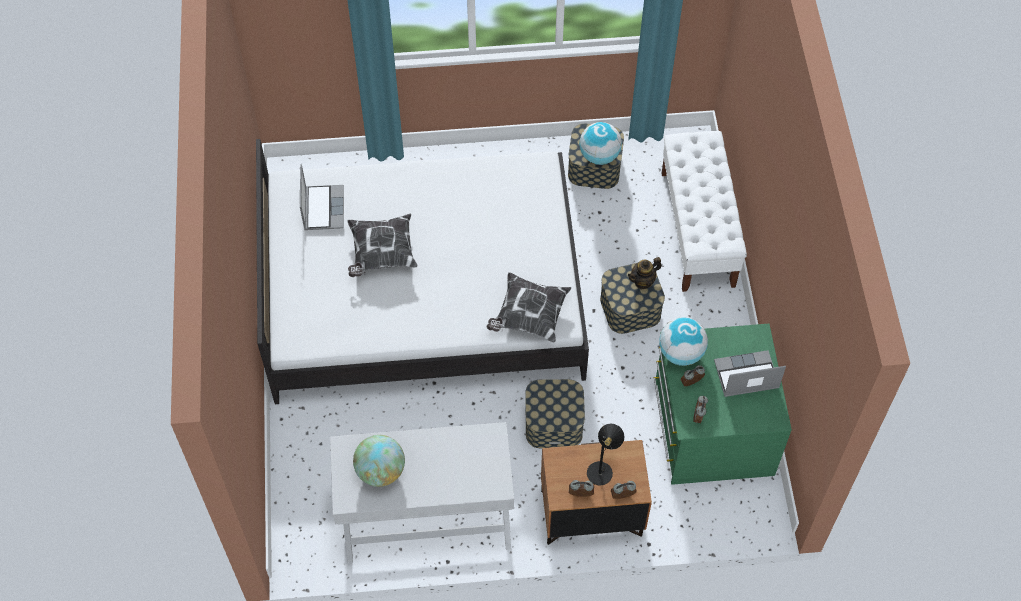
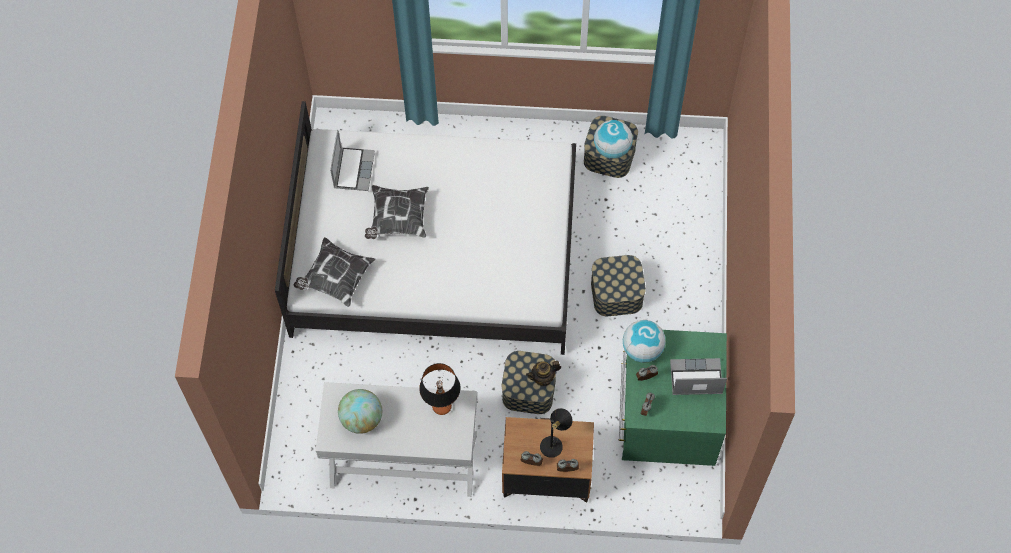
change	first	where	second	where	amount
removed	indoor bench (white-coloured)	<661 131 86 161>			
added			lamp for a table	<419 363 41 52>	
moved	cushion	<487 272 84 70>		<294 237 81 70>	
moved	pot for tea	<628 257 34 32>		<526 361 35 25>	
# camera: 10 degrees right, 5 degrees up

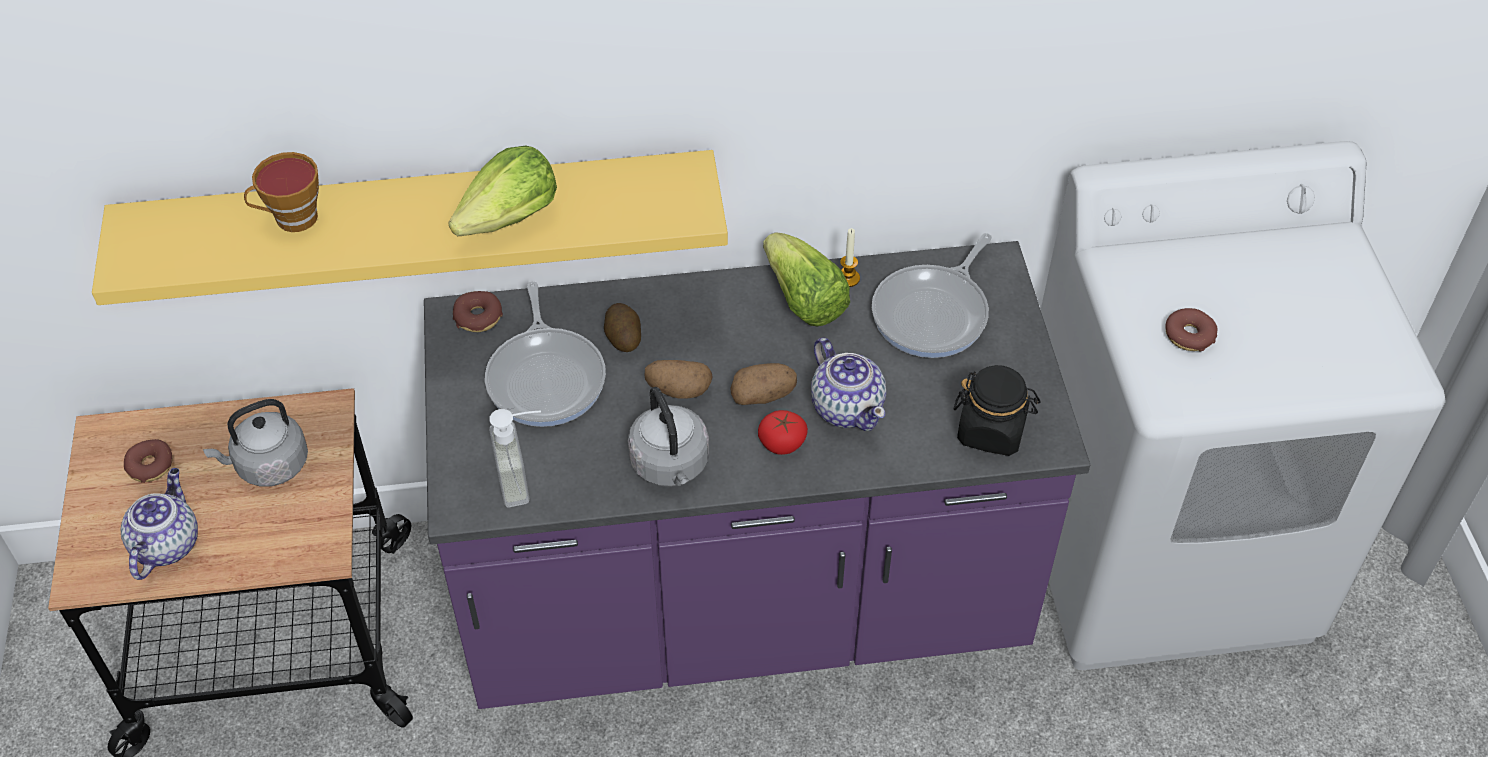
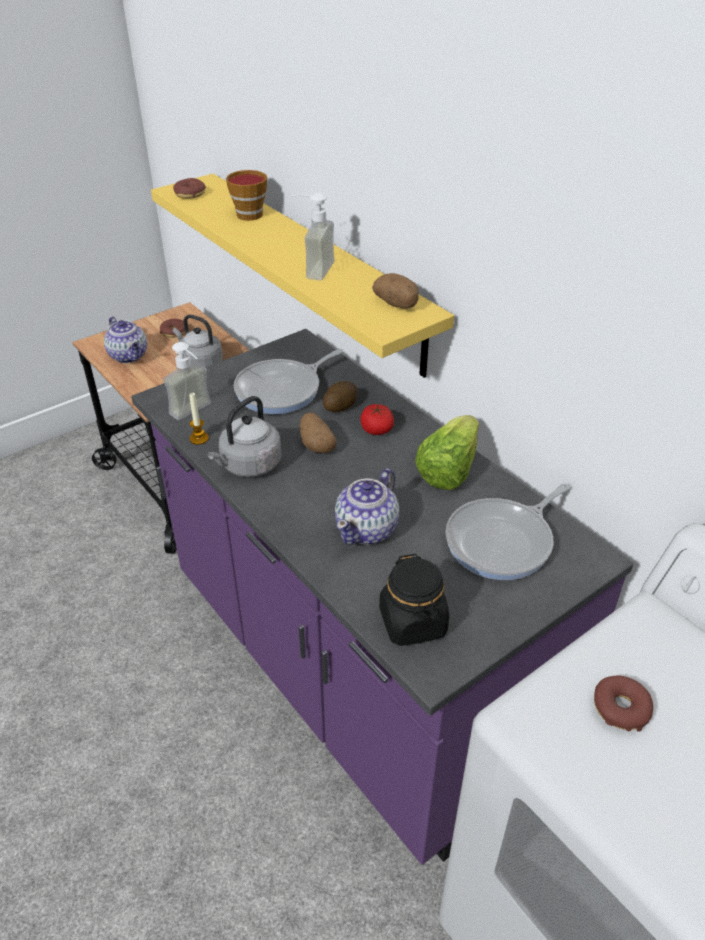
change	first	where	second	where	amount
moved	ring doughnut	<453 291 50 41>		<173 178 33 21>	
moved	spud	<730 363 67 42>		<372 273 47 36>	
moved	fresh tomato	<758 410 50 45>		<360 404 34 31>	
moved	candle	<840 228 20 59>		<189 393 20 52>	
replaced	head of lettuce	<448 146 109 90>	soap dispenser	<291 193 44 87>	
turned	pot for tea	<120 468 78 112>		<104 316 43 47>	75 degrees clockwise
turned	frying pan	<872 233 120 125>		<446 483 124 97>	45 degrees counterclockwise
# camera: 60 degrees right, 10 degrees down

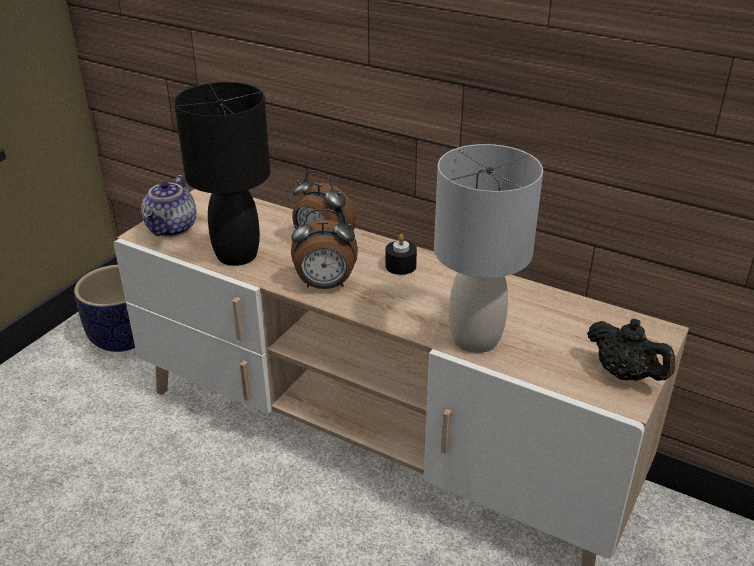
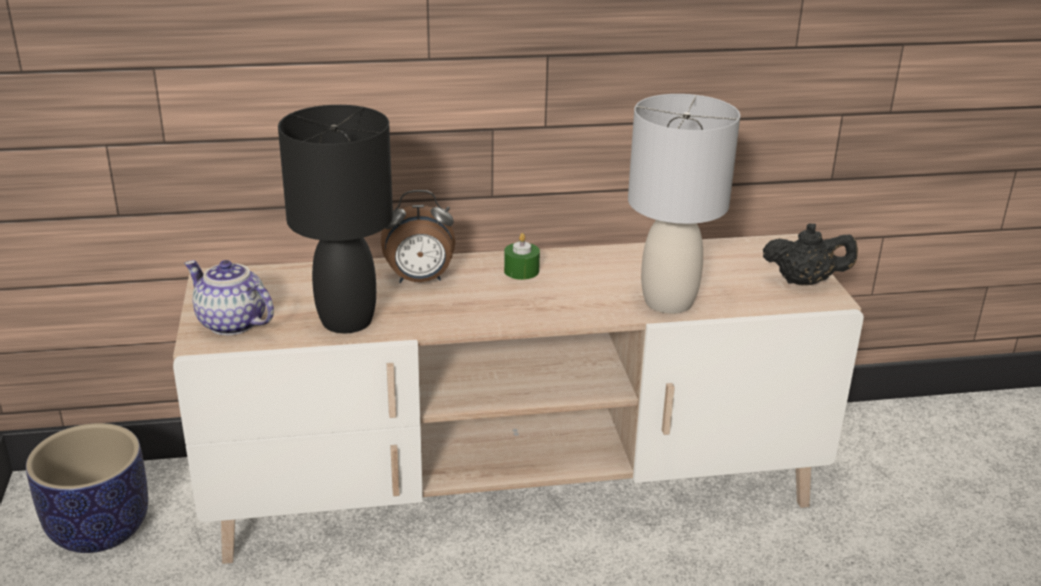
change	first	where	second	where	amount
removed	table clock	<291 209 67 80>			
recoloured	candle (blackish)	<385 234 32 41>	candle (greenish)	<504 233 36 47>	
turned	pot for tea	<141 175 55 62>		<184 260 90 75>	150 degrees clockwise
# camera: 40 degrees left, 5 degrees down

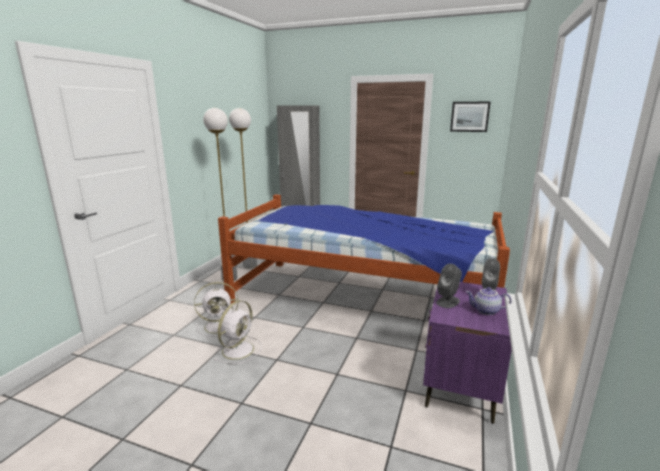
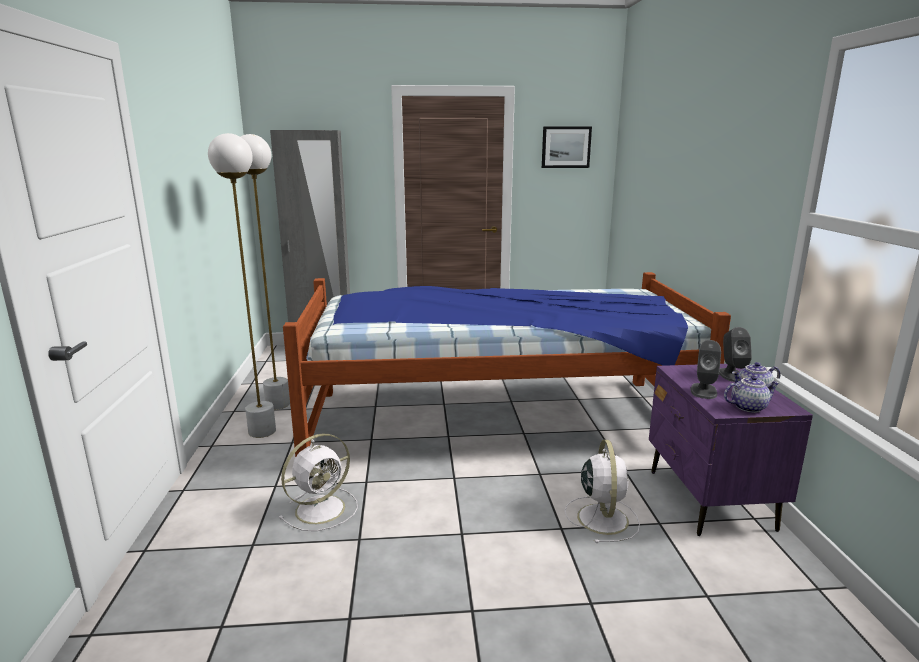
change	first	where	second	where	amount
added			pot for tea	<724 376 55 37>	
moved	electric fan (white-coloured)	<214 300 48 64>		<565 440 75 103>	
# camera: 25 degrees left, 0 degrees up

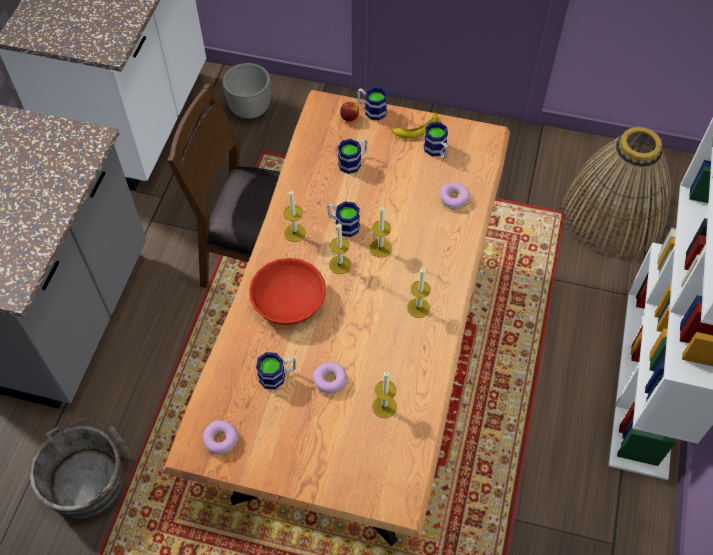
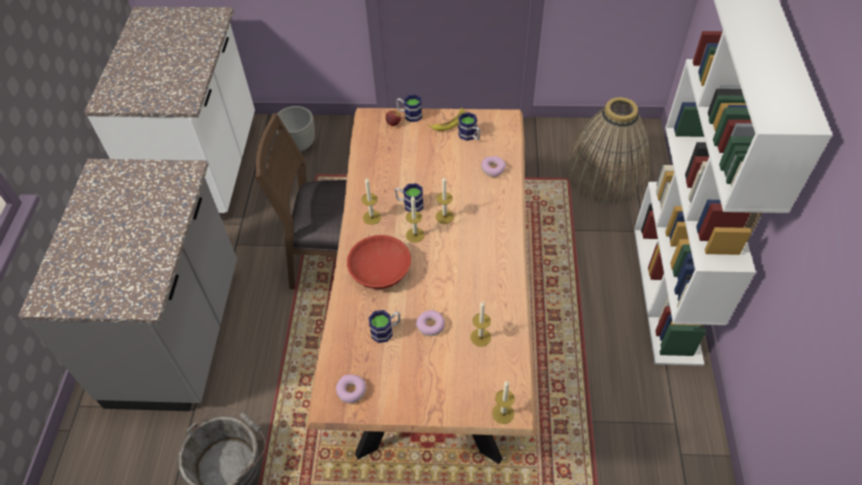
change	first	where	second	where	amount
removed	coffee mug	<338 139 30 35>			
moved	candle	<407 267 24 51>		<492 381 23 43>	
# camera: 10 degrees left, 5 degrees down

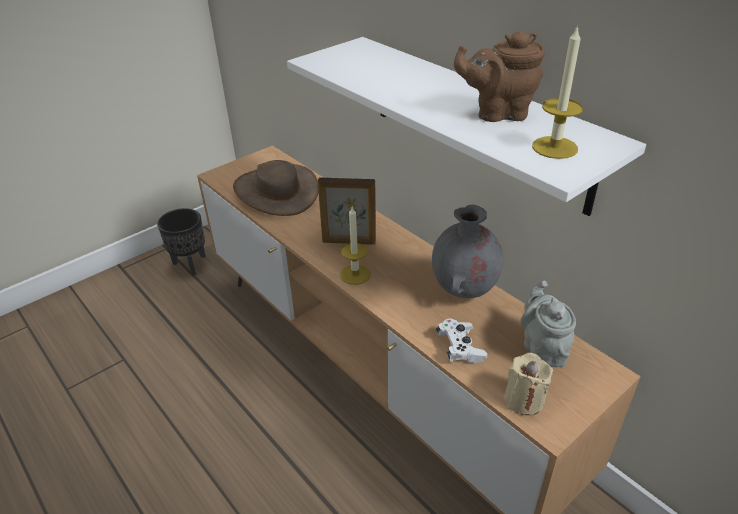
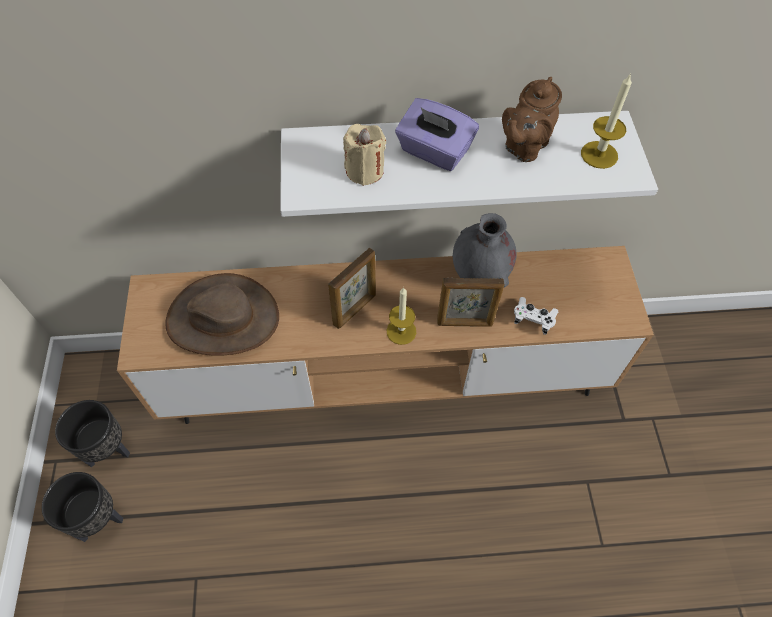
change	first	where	second	where	amount
removed	pot for tea (grey)	<520 281 56 86>			
added			planter (blackish)	<42 472 81 70>	
added			box of tissues (purple)	<395 98 84 73>	
added			photo frame	<437 278 67 49>	
moved	candle (beige)	<505 353 48 62>		<343 124 43 62>	
# camera: 55 degrees left, 20 degrees up

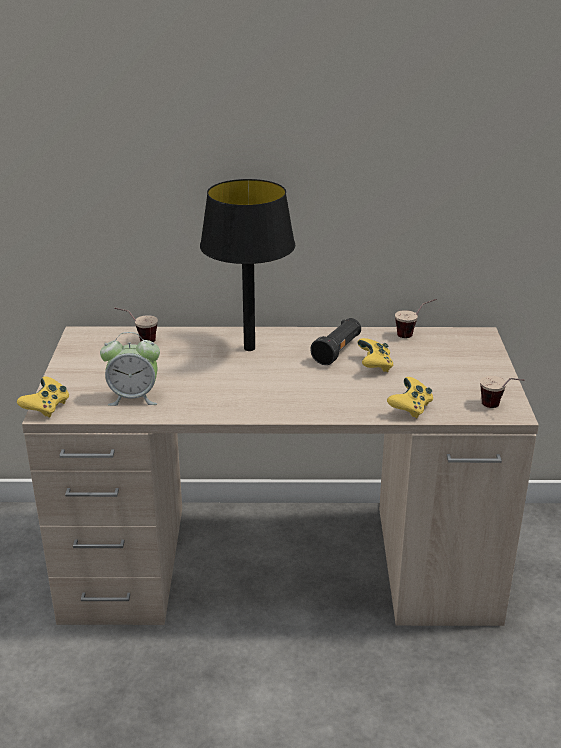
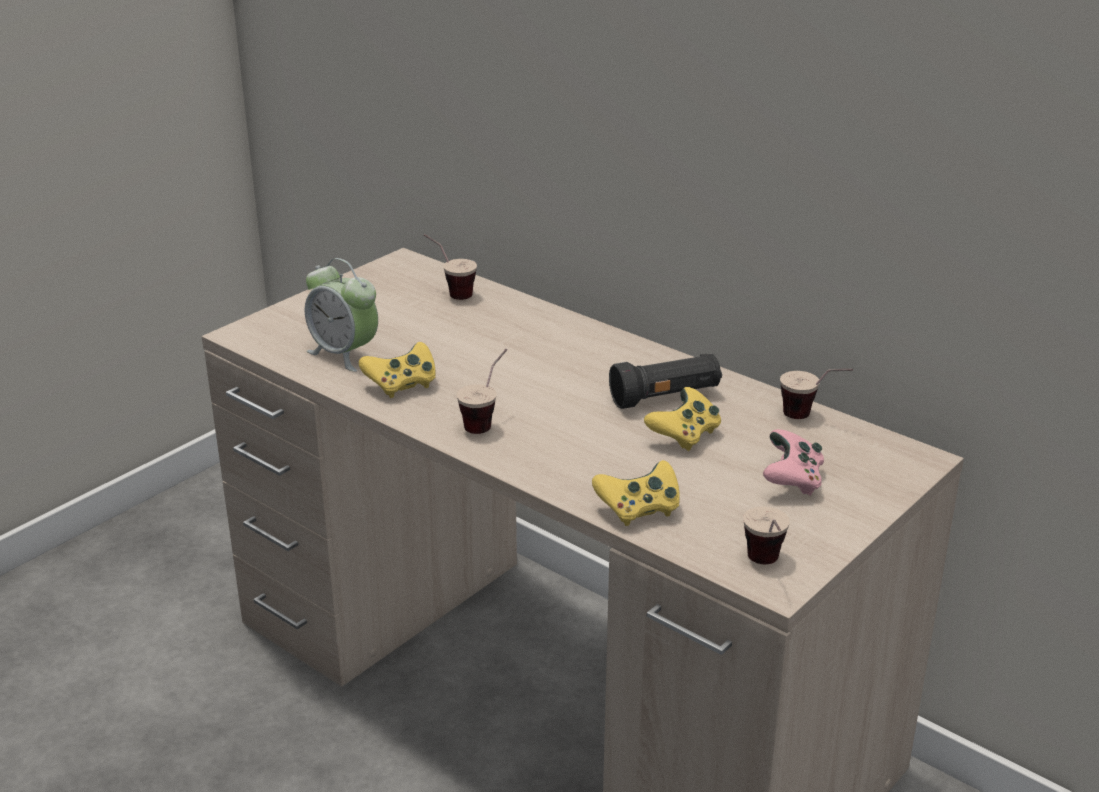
change	first	where	second	where	amount
removed	lamp for a table (blackish)	<200 179 95 172>			
added			small cup	<457 349 50 85>	
added			gamepad (pinkish)	<763 429 61 67>	
moved	gamepad (yellow)	<17 376 52 42>		<359 342 77 56>	
# camera: 40 degrees right, 0 degrees up

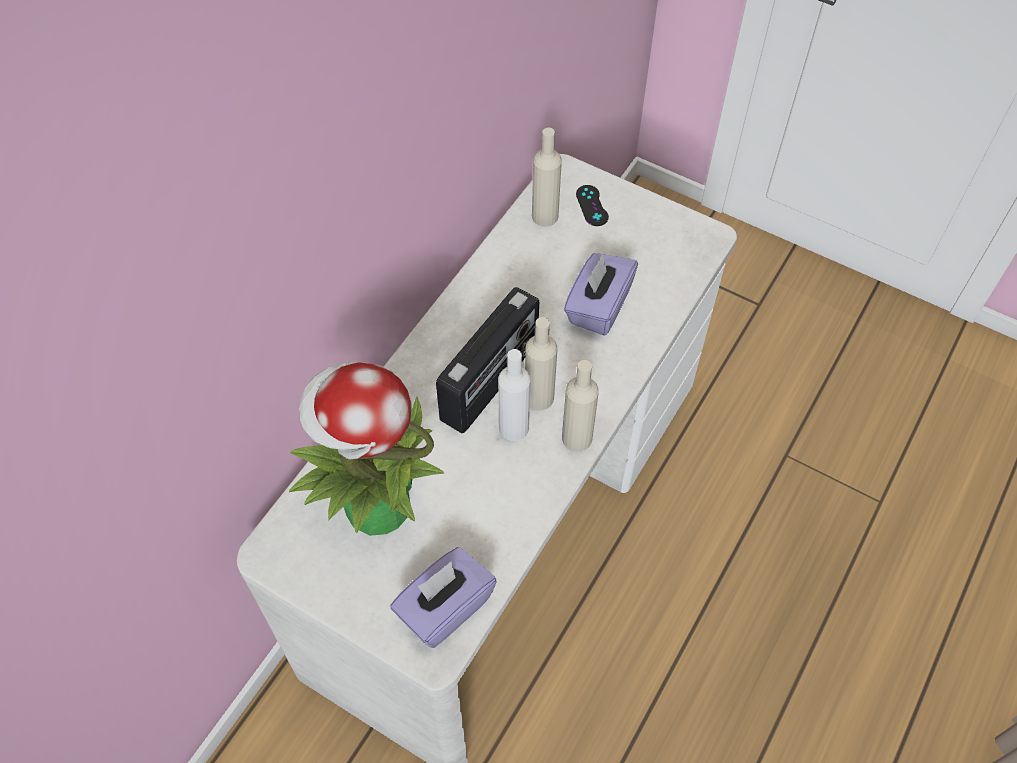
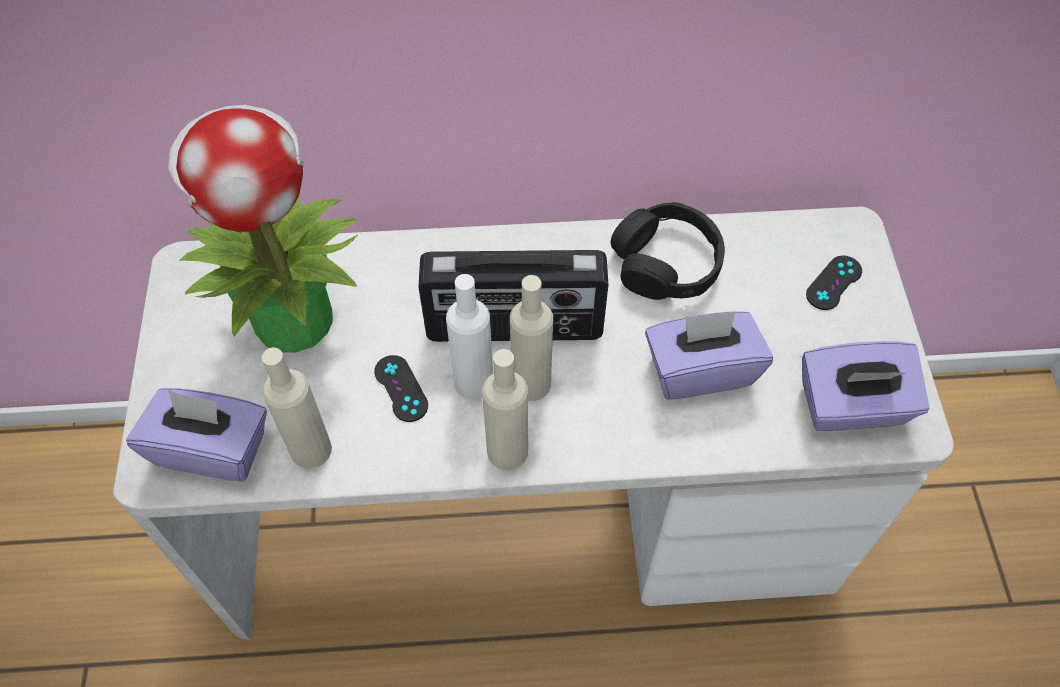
change	first	where	second	where	amount
added			gamepad (blackish)	<374 355 54 67>	
added			headphones (blackish)	<611 202 114 98>	
added			box of tissues (purple)	<802 341 128 90>	
moved	beverage bottle (beige)	<532 128 30 99>		<262 348 70 121>	
# camera: 55 degrees right, 0 degrees up

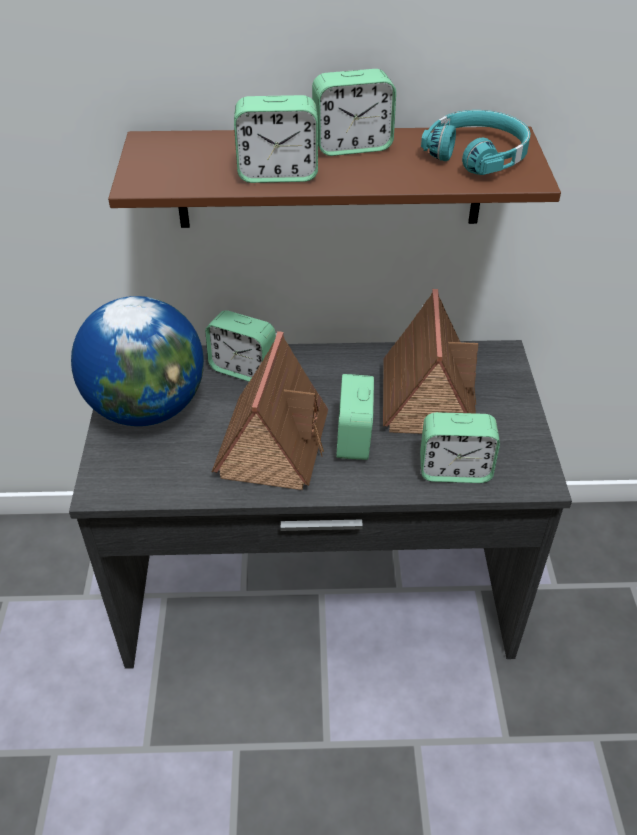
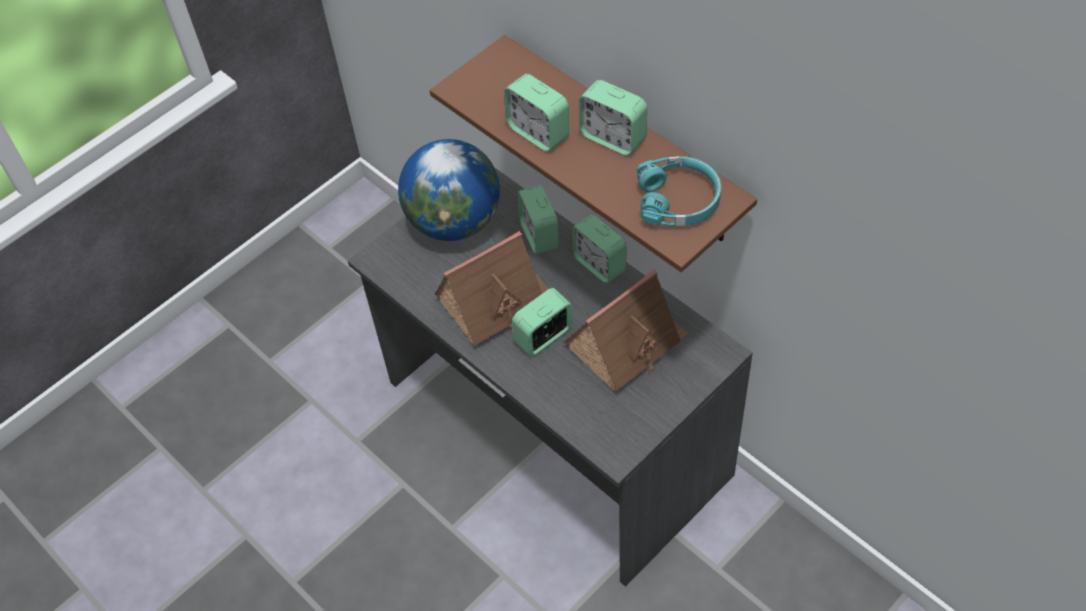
change	first	where	second	where	amount
moved	table clock	<420 412 80 71>		<572 215 55 68>	
# camera: 50 degrees right, 10 degrees up

